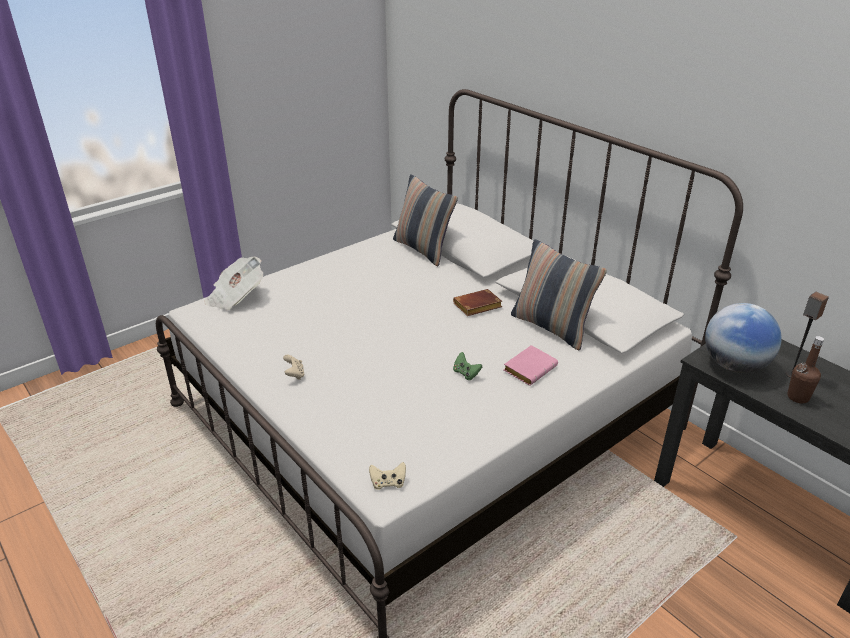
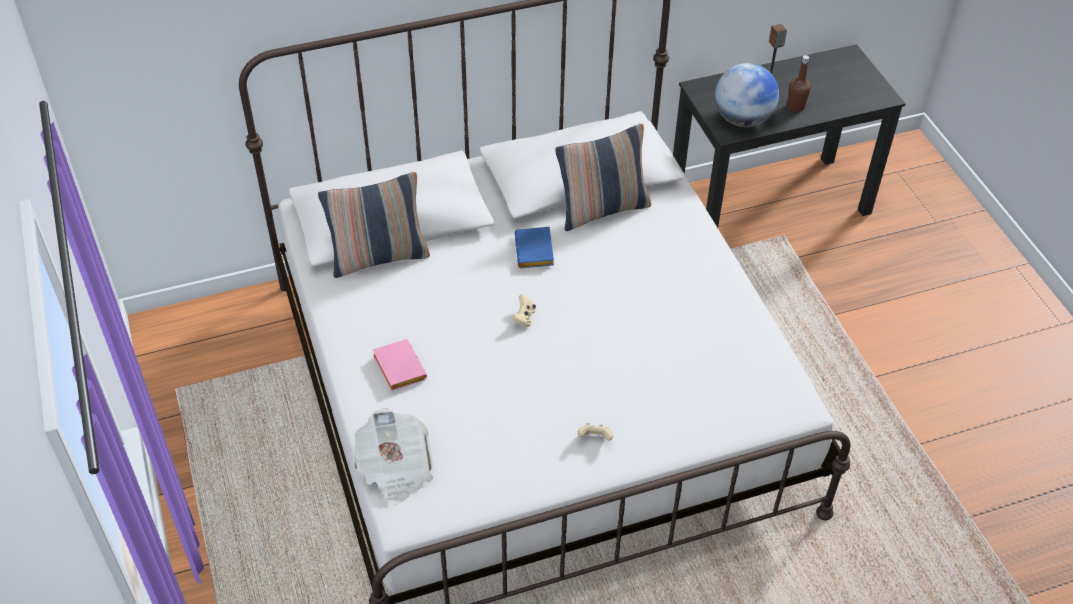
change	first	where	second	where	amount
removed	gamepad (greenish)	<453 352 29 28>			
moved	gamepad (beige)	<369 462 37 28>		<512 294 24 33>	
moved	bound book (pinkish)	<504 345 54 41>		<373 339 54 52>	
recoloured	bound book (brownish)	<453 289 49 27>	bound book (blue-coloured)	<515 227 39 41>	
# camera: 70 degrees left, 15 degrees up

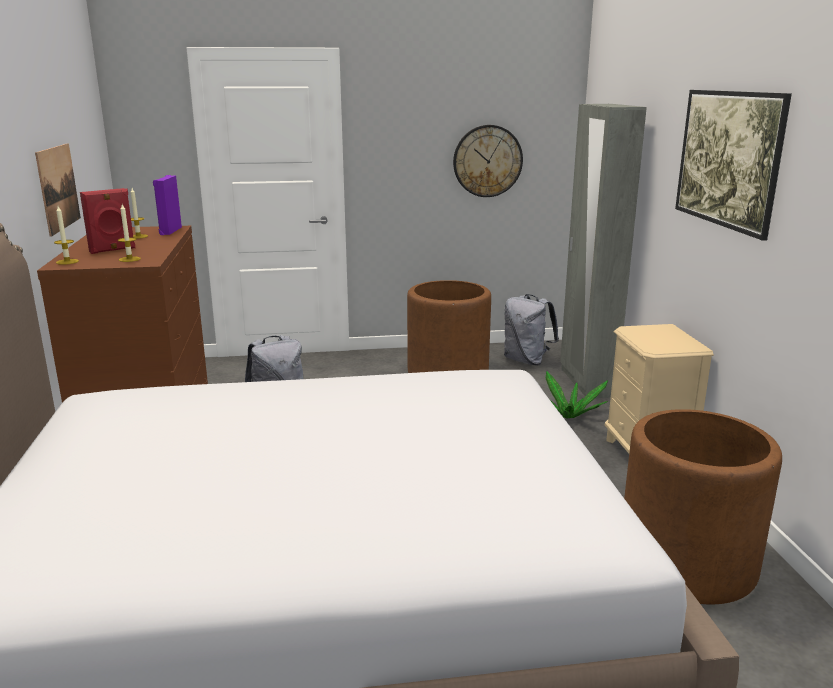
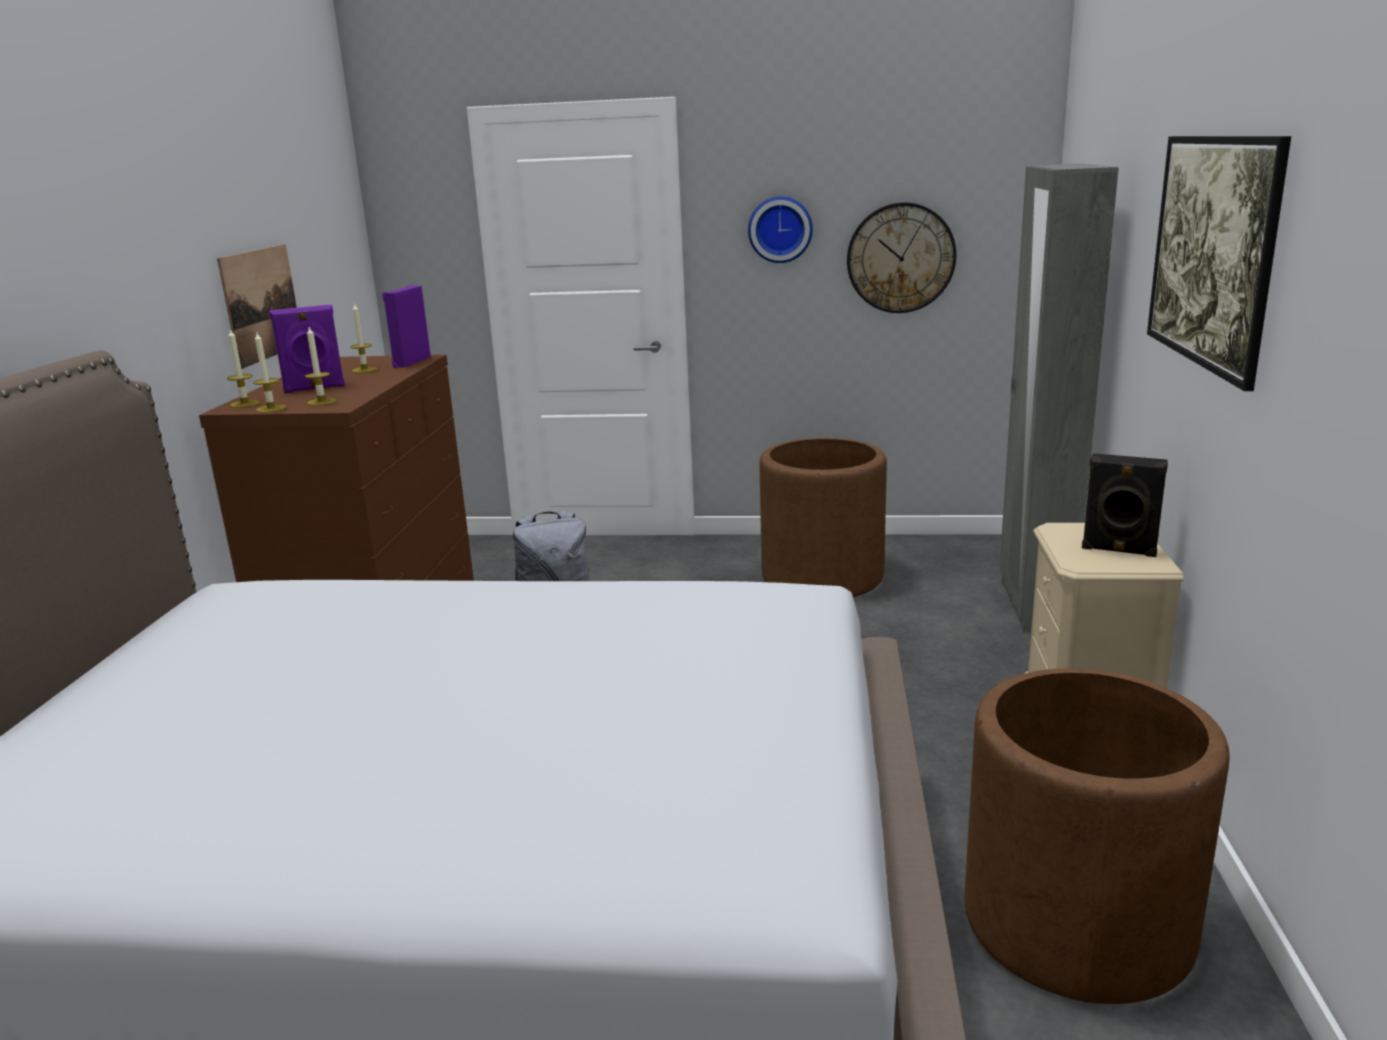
change	first	where	second	where	amount
removed	rucksack (grey)	<504 294 55 72>			
removed	plant in a pot	<546 371 62 47>			
added			candle	<253 333 33 79>	
added			clock on the wall	<748 196 65 67>	
added			loudspeaker (blackish)	<1082 453 86 104>	
recoloured	loudspeaker (reddish)	<80 188 56 66>	loudspeaker (purple)	<269 305 76 88>	
# camera: 15 degrees right, 0 degrees up

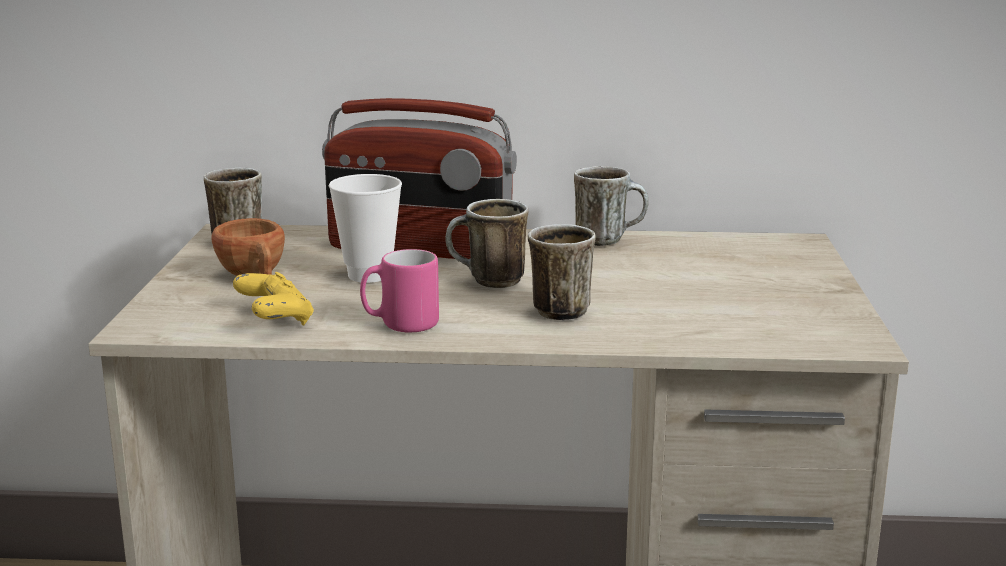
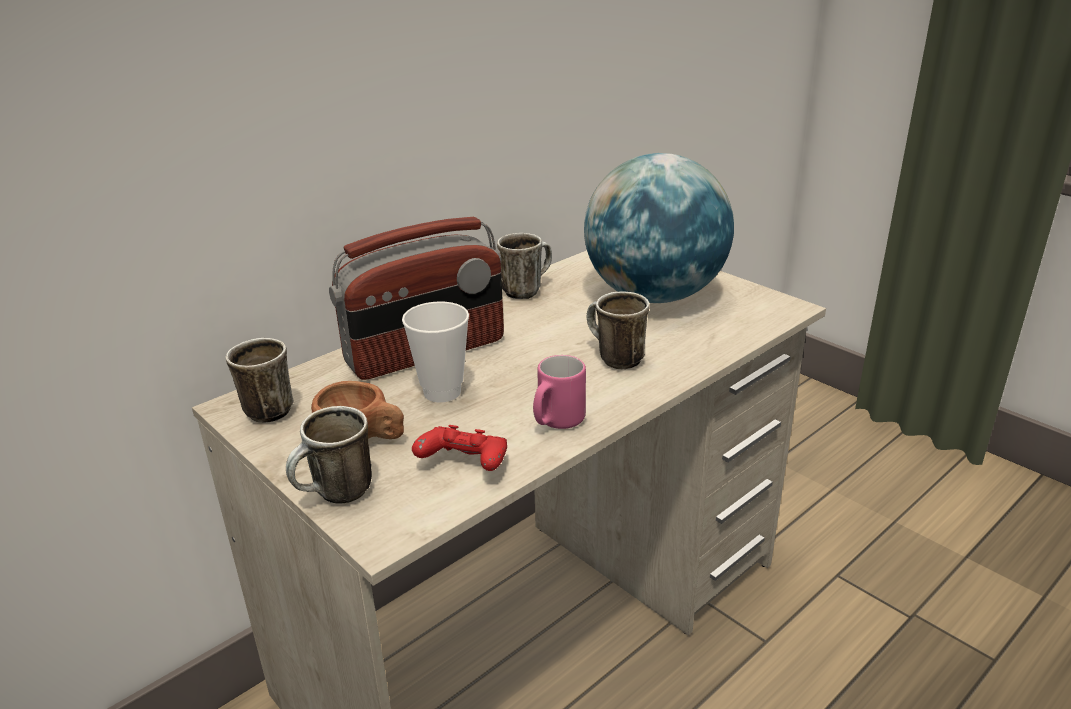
change	first	where	second	where	amount
added			world globe	<584 153 150 150>	
moved	coffee mug	<445 199 83 89>		<286 406 86 97>	
recoloured	gamepad (yellow)	<233 272 81 53>	gamepad (reddish)	<412 425 95 46>	
# camera: 45 degrees left, 10 degrees up

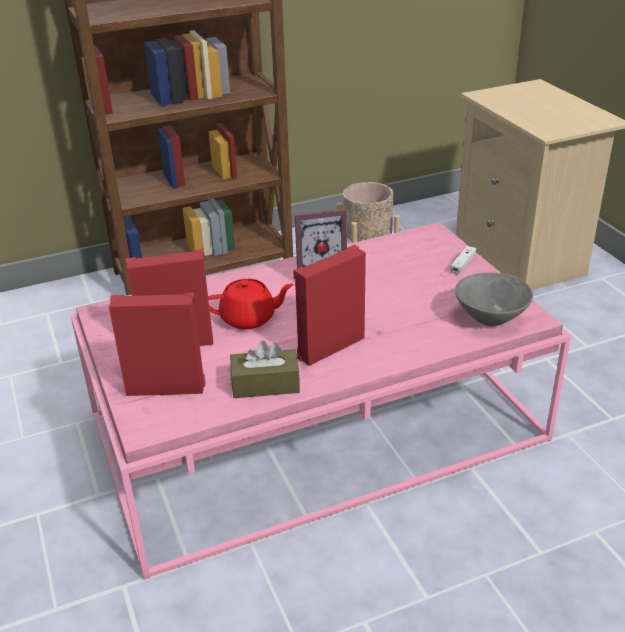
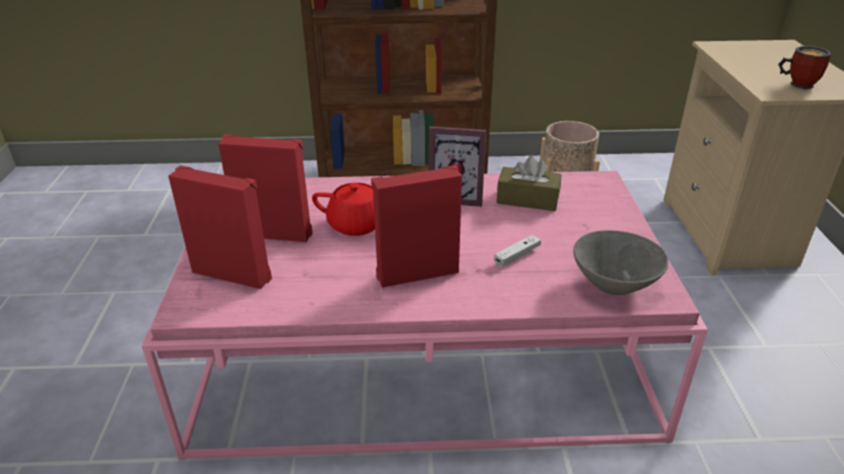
change	first	where	second	where	amount
added			coffee mug	<778 46 53 43>	
moved	box of tissues (brownish)	<230 341 70 57>		<497 156 65 55>	
moved	gamepad (white-coloured)	<450 246 26 28>		<494 235 47 32>	
# camera: 20 degrees right, 0 degrees up

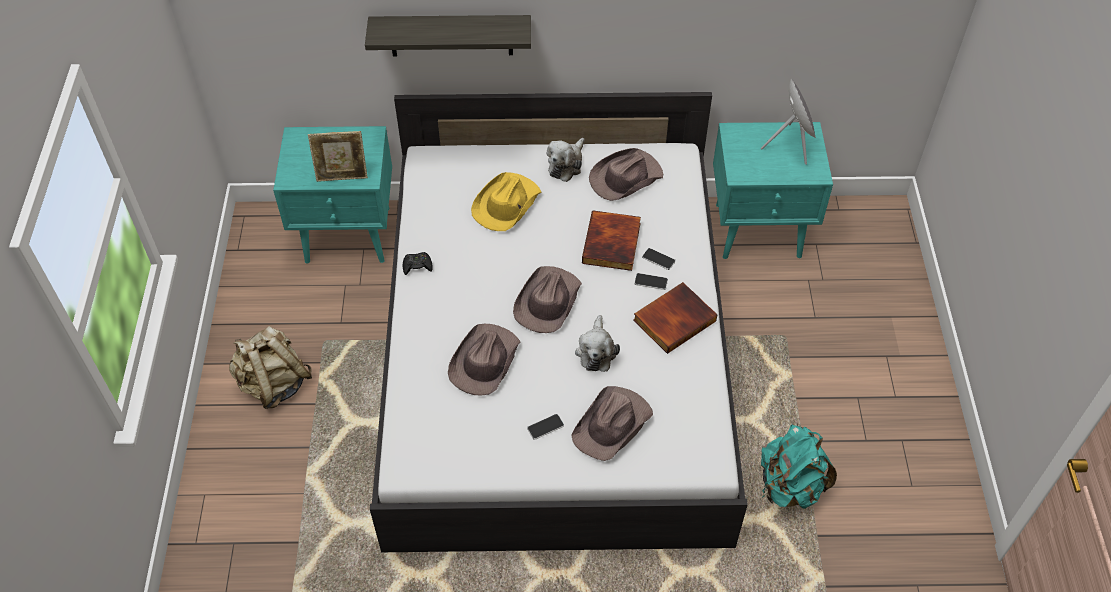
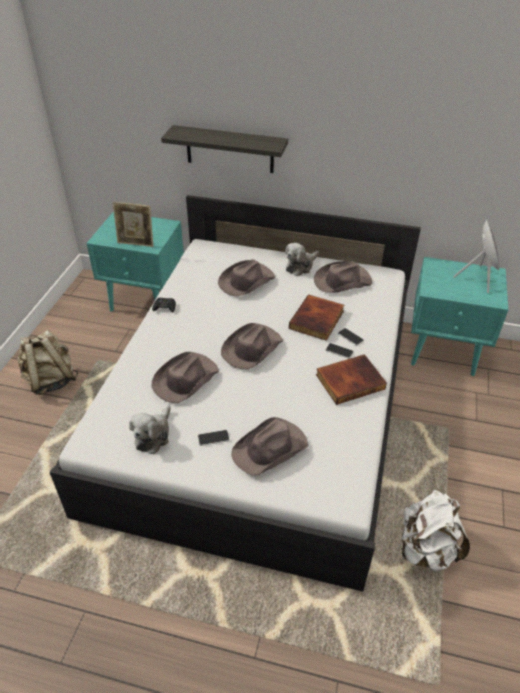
change	first	where	second	where	amount
moved	plush toy	<575 315 45 57>		<129 405 42 49>	
recoloured	clothing hat (yellow)	<471 172 70 59>	clothing hat (brownish)	<218 259 57 38>	
recoloured	rucksack (turquoise)	<761 425 76 84>	rucksack (white-coloured)	<398 490 72 82>	
# camera: 15 degrees right, 10 degrees down

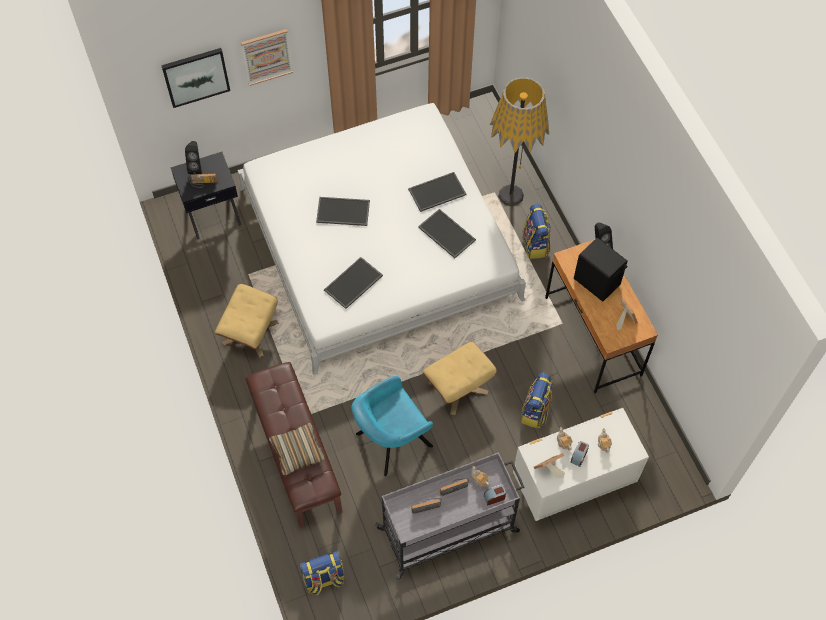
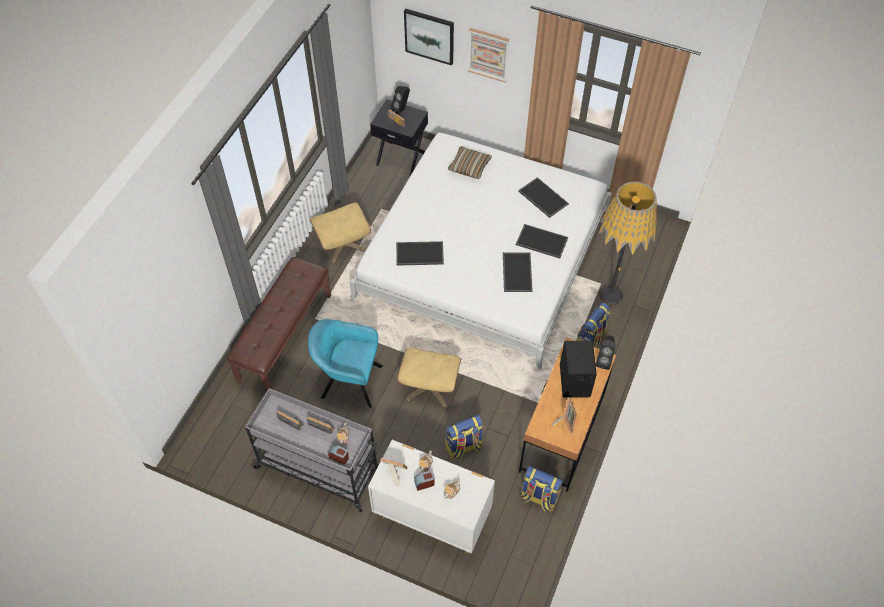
change	first	where	second	where	amount
moved	cushion	<269 422 56 53>		<448 146 44 33>	
moved	rucksack	<300 551 46 44>		<520 466 43 46>	
moved	tray	<316 197 54 29>		<518 177 51 41>	
# camera: 45 degrees right, 5 degrees down

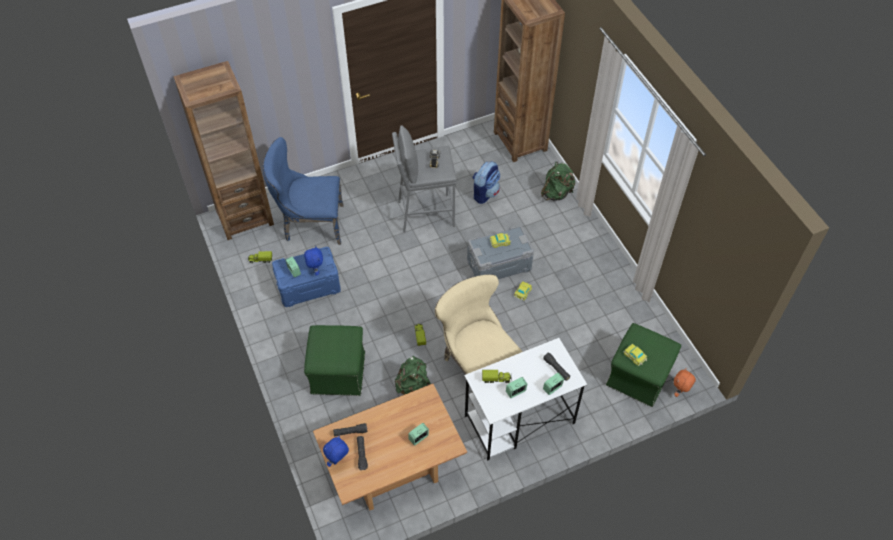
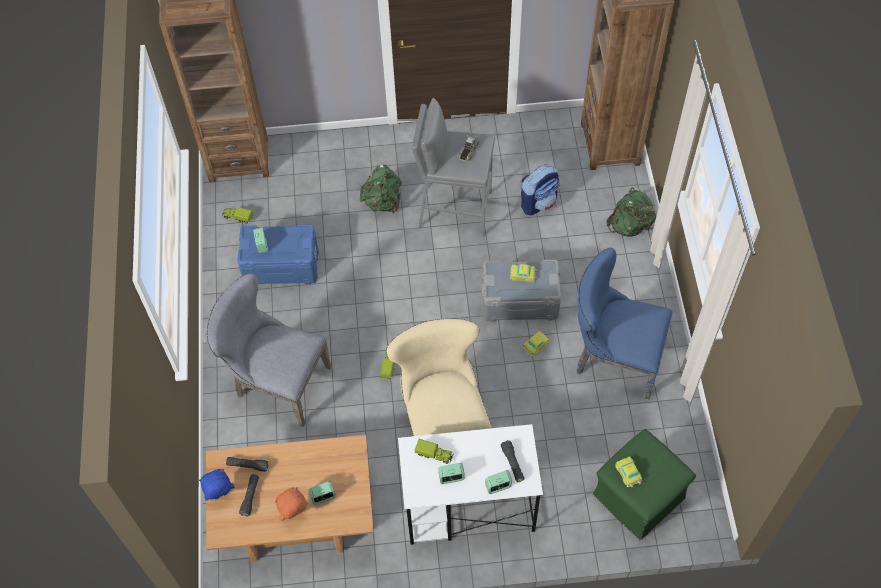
change	first	where	second	where	amount
removed	plush toy (blue-coloured)	<304 246 19 30>			
moved	upright chair (blue-coloured)	<263 137 81 108>		<577 247 96 152>	
moved	rucksack (greenish)	<395 356 36 39>		<359 165 43 48>	
moved	plush toy (orange-coloured)	<674 368 22 29>		<275 487 33 34>	
replaced	pouffe (greenish)	<304 325 61 71>	upright chair (grey)	<206 273 126 154>	
# camera: 20 degrees right, 5 degrees up

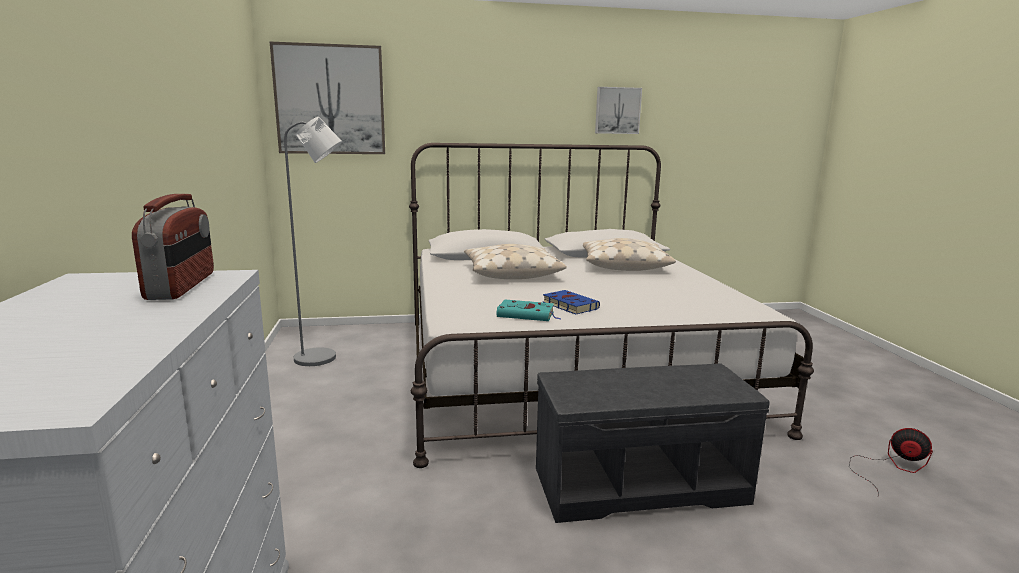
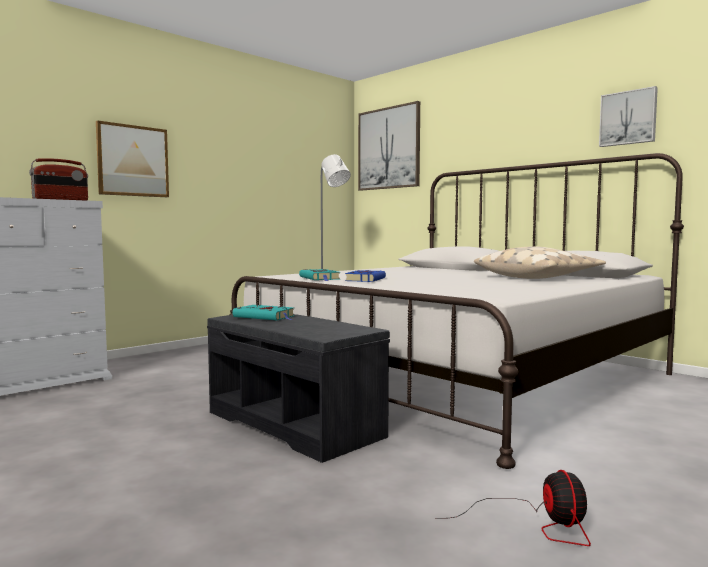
change	first	where	second	where	amount
removed	cushion (beige)	<464 244 103 35>			
added			wall art	<96 121 73 76>	
added			bound book (turquoise)	<232 305 63 15>	
# camera: 55 degrees right, 10 degrees down

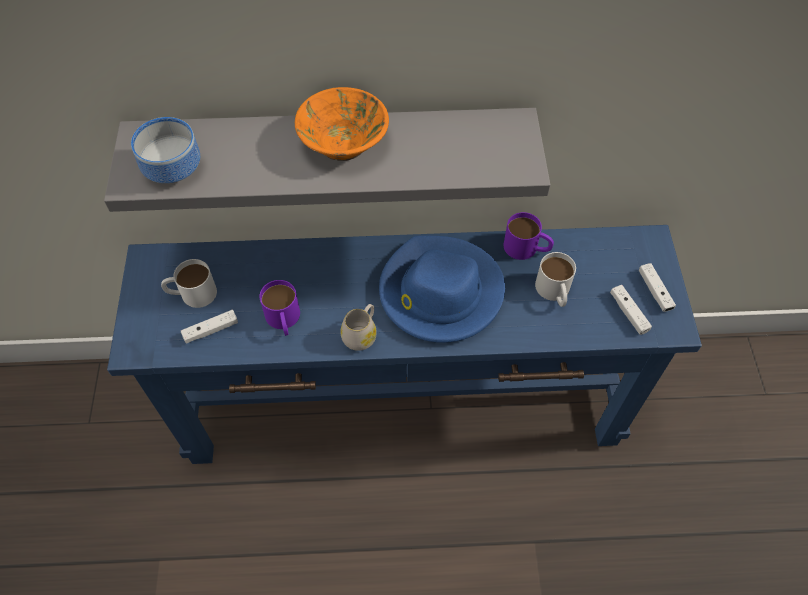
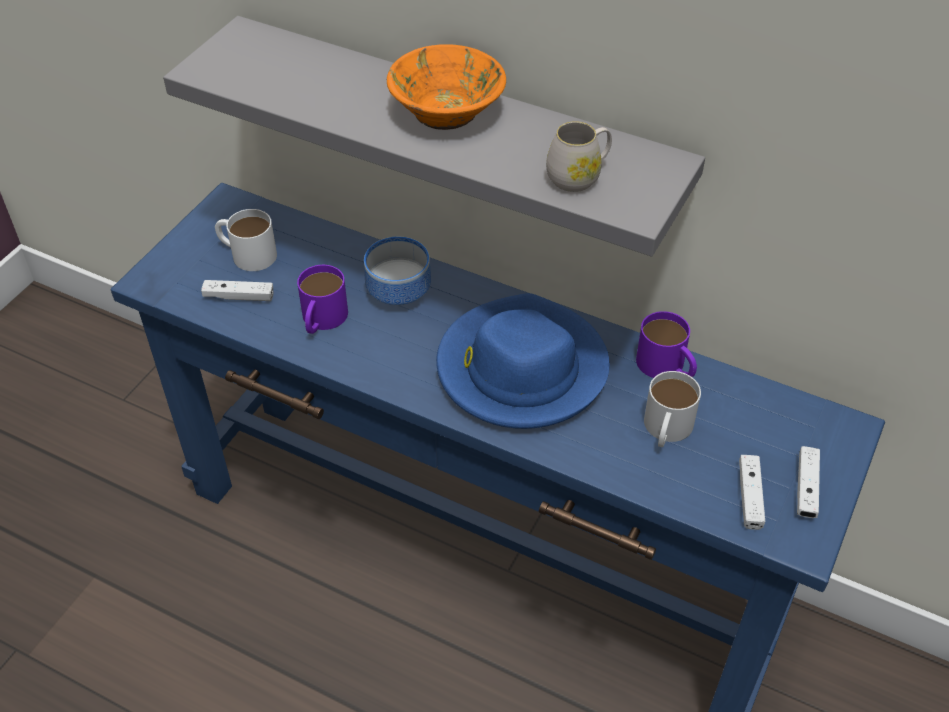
change	first	where	second	where	amount
moved	deep dish	<131 117 69 66>		<364 237 67 68>	
moved	coffee mug (white-coloured)	<341 304 36 47>		<546 121 66 71>	
# camera: 30 degrees right, 10 degrees down

